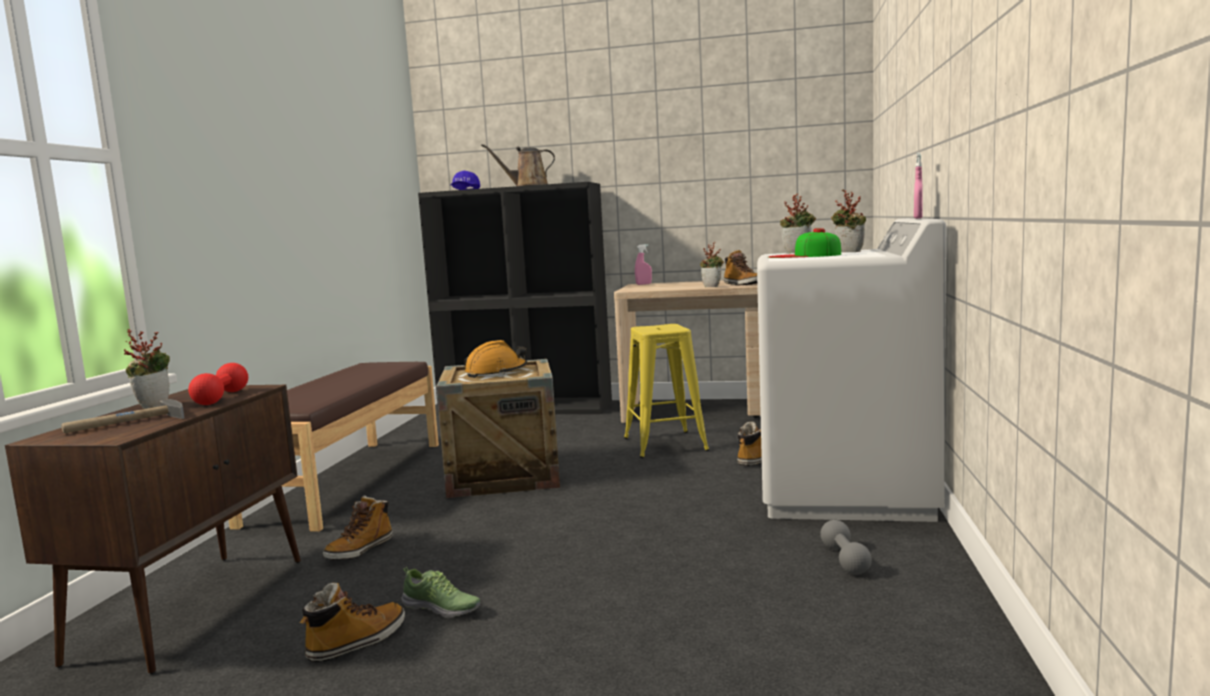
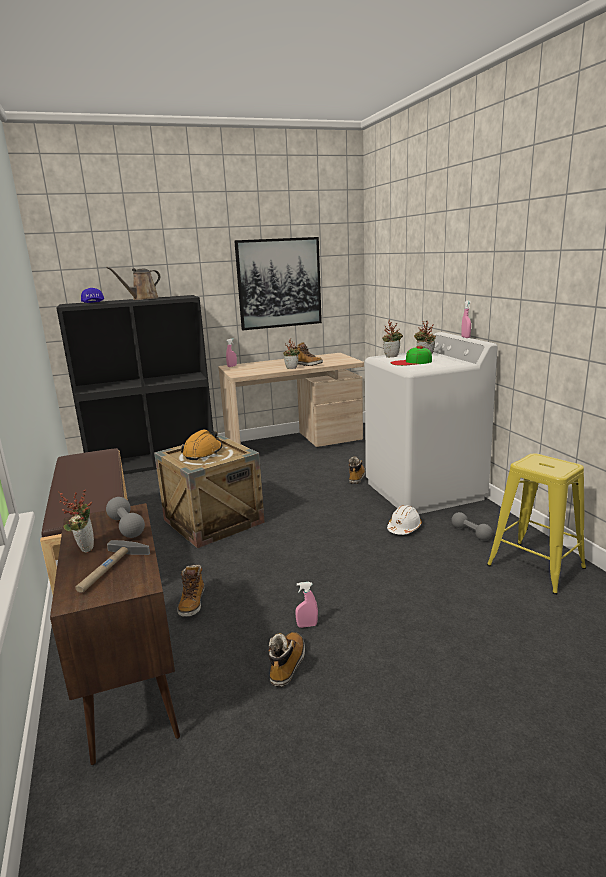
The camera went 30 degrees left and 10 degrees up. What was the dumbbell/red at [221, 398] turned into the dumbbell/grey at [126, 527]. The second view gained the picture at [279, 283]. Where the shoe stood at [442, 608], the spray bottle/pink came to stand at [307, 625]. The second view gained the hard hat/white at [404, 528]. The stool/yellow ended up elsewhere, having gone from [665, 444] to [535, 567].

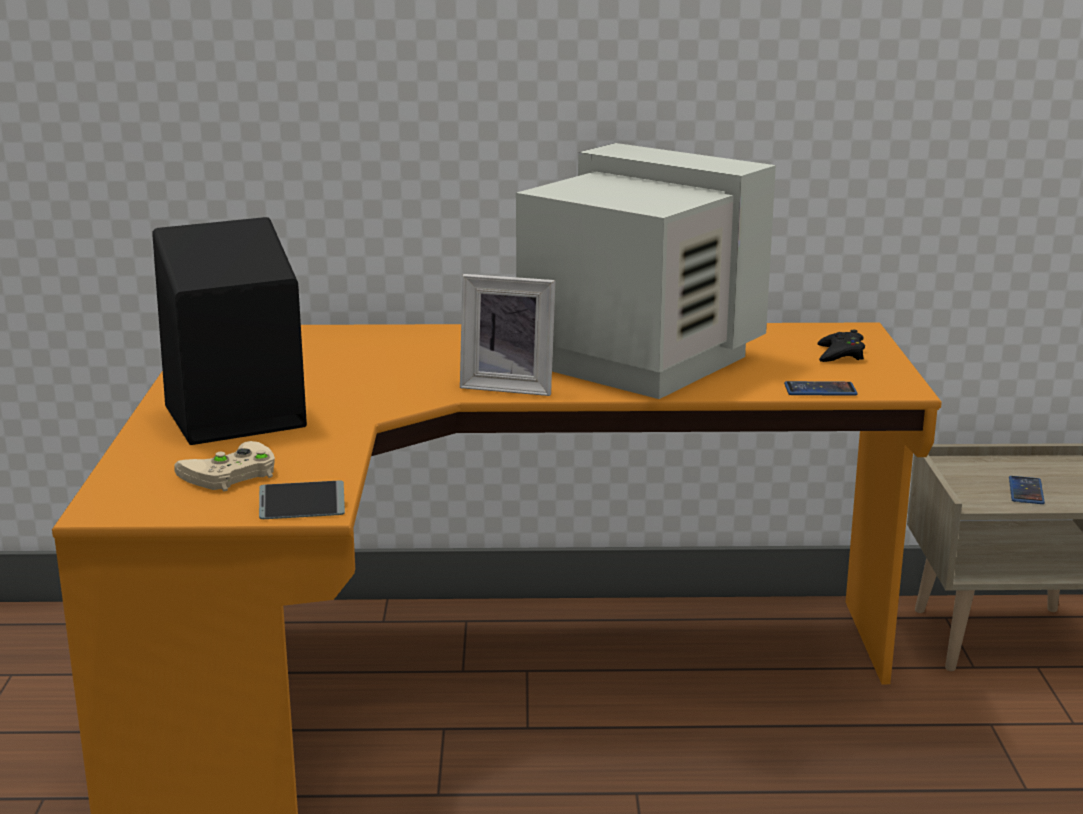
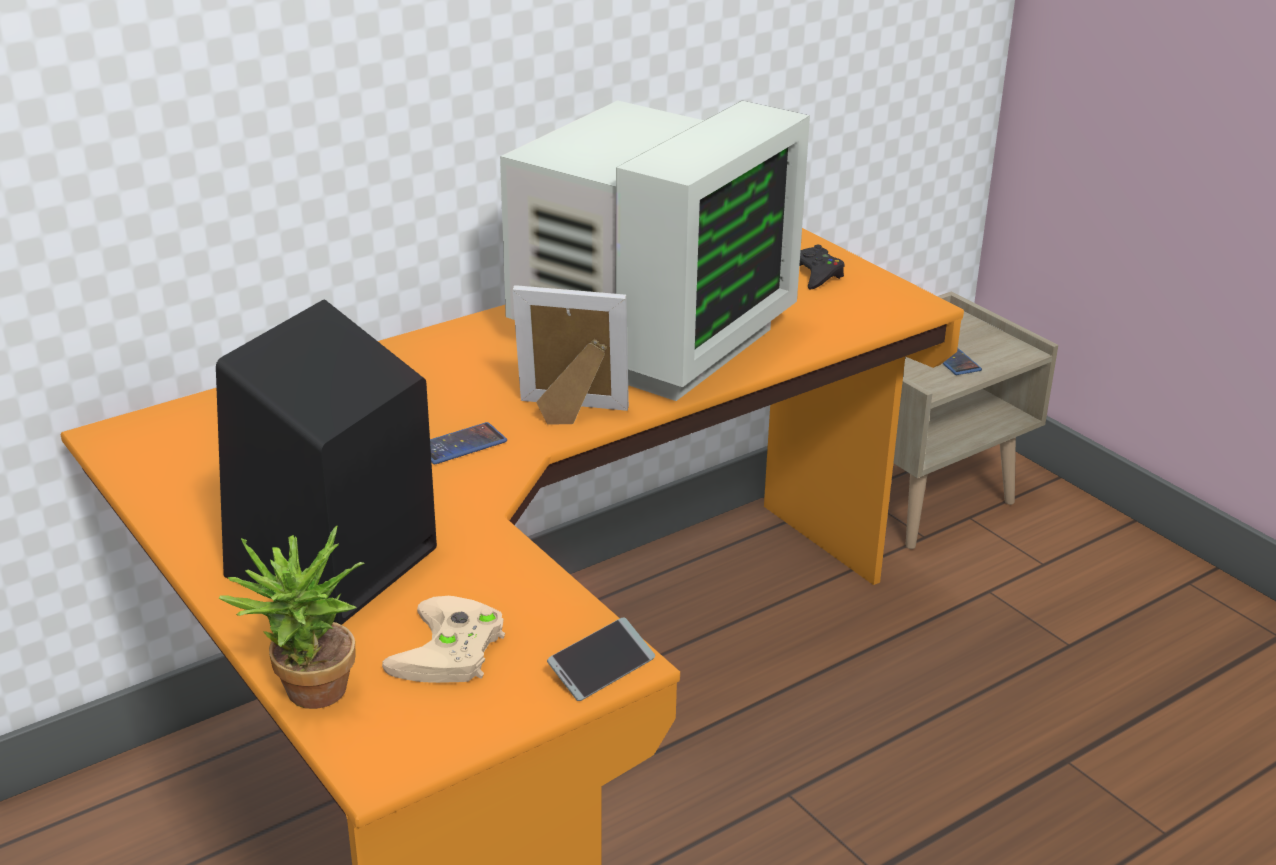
The camera went 35 degrees left and 10 degrees up. The second view gained the potted plant at [307, 696]. The phone ended up elsewhere, having gone from [820, 390] to [461, 444]. The monitor at [636, 361] ended up facing another way, 120 degrees clockwise from before. The picture frame at [509, 386] ended up facing another way, 150 degrees counterclockwise from before.

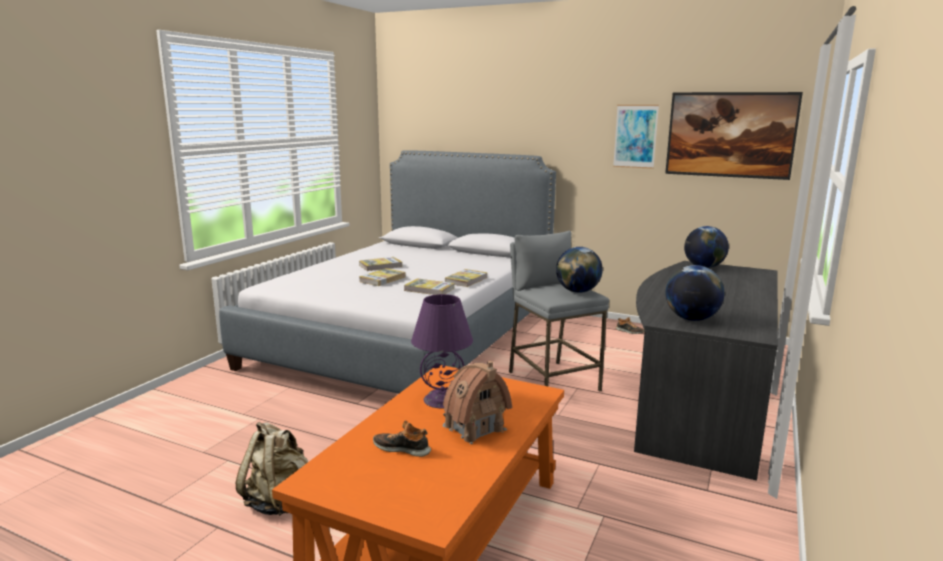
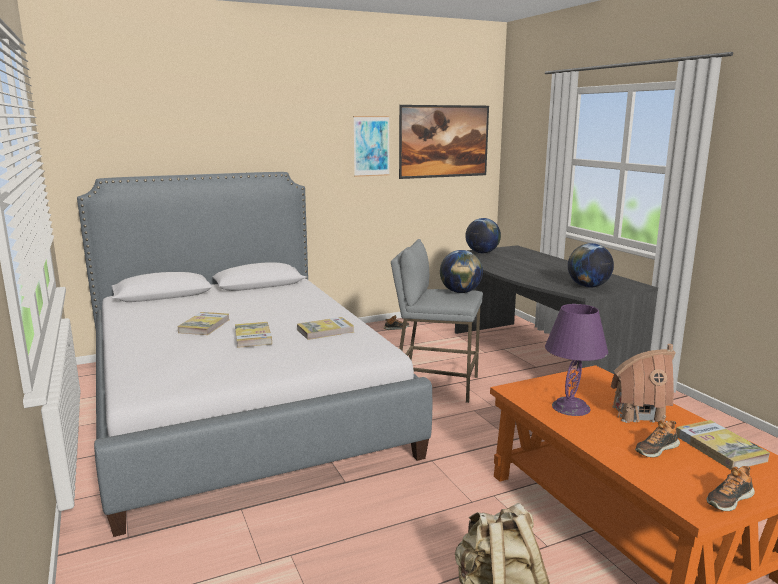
The camera went 50 degrees left and 0 degrees up. The book ended up elsewhere, having gone from [466, 280] to [719, 448]. The second view gained the shoe at [728, 499].

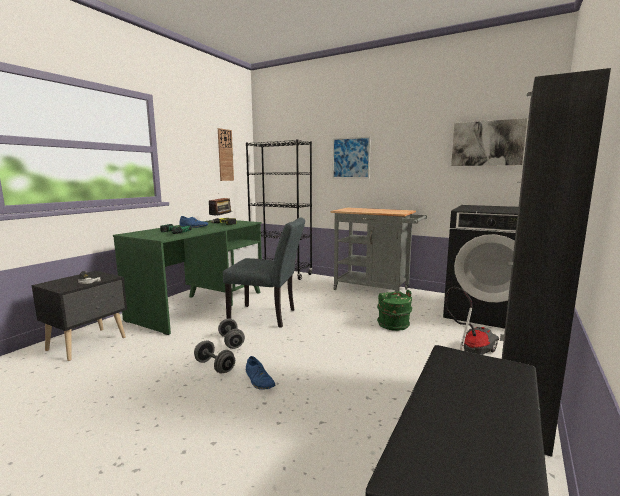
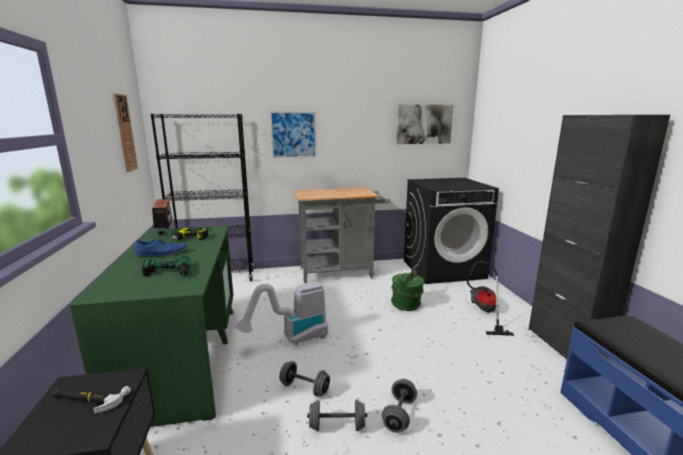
The camera went 40 degrees left and 5 degrees up. Where the chair/grey stood at [268, 316], the vacuum cleaner came to stand at [291, 339]. Where the shoe/blue stood at [259, 380], the dumbbell/grey came to stand at [399, 415].

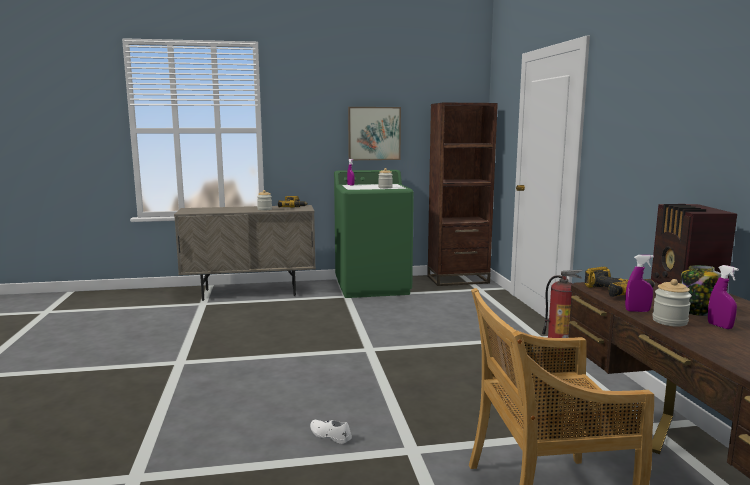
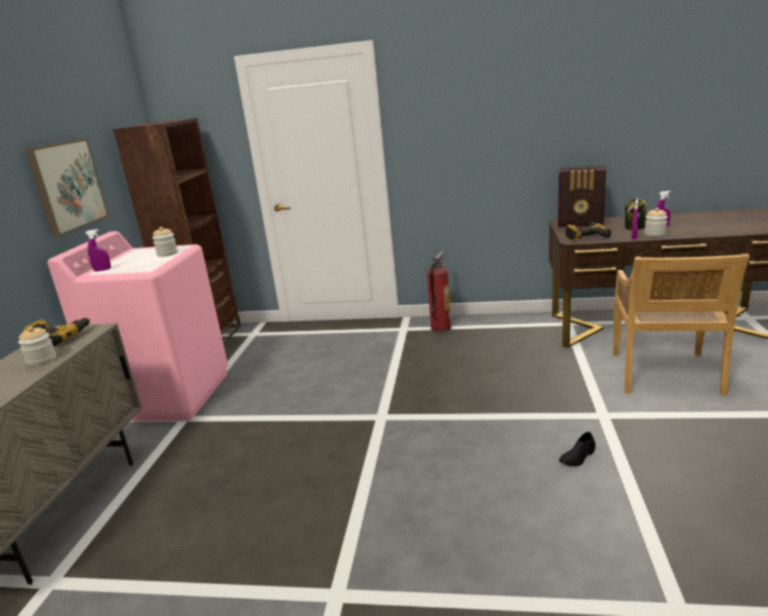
The camera went 70 degrees left and 10 degrees up. What was the washing machine/green at [373, 287] turned into the washing machine/pink at [168, 395]. What was the shoe/white at [330, 435] turned into the shoe/black at [577, 456].

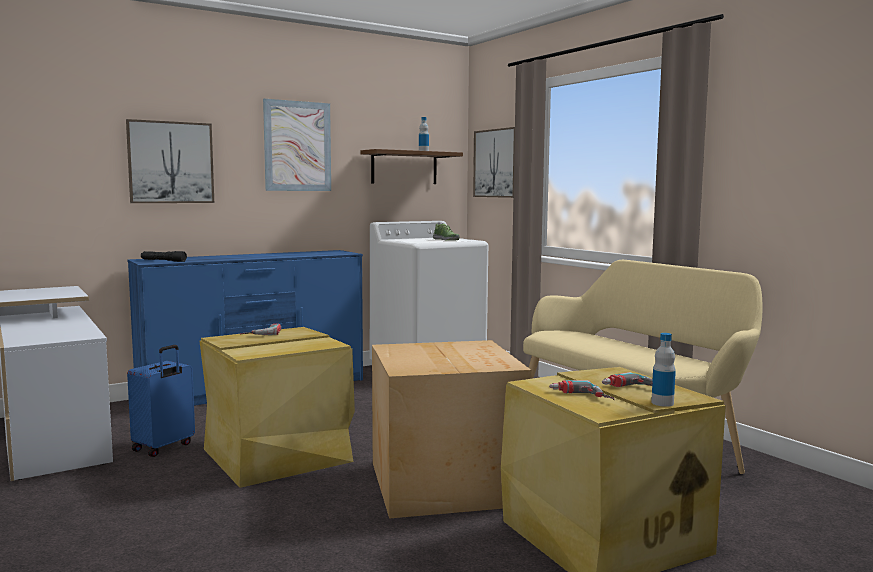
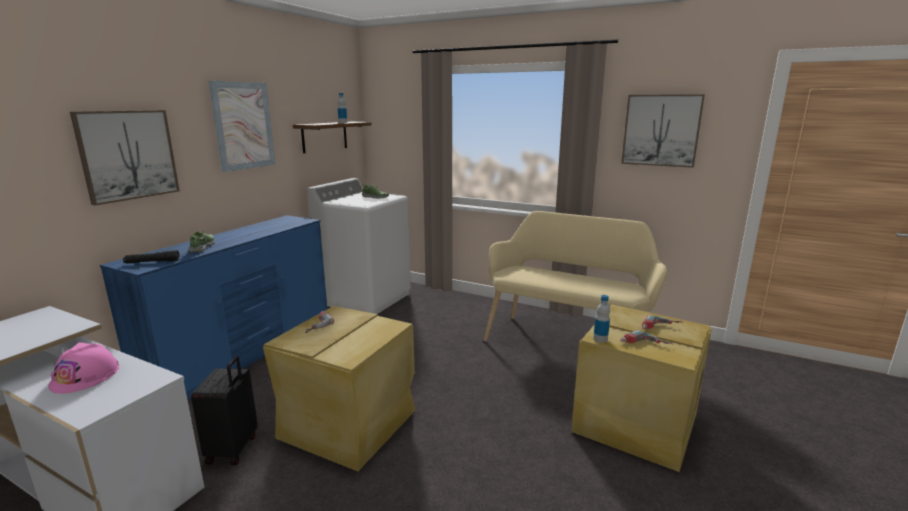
The camera went 30 degrees left and 10 degrees up. The second view gained the hard hat/pink at [85, 376]. The second view gained the shoe at [203, 247]. What was the suitcase/blue at [164, 447] turned into the suitcase/black at [233, 449]. The bottle ended up elsewhere, having gone from [662, 403] to [600, 339]. The picture ended up elsewhere, having gone from [497, 163] to [661, 130]. The second view lost the cardboard box at [446, 482].

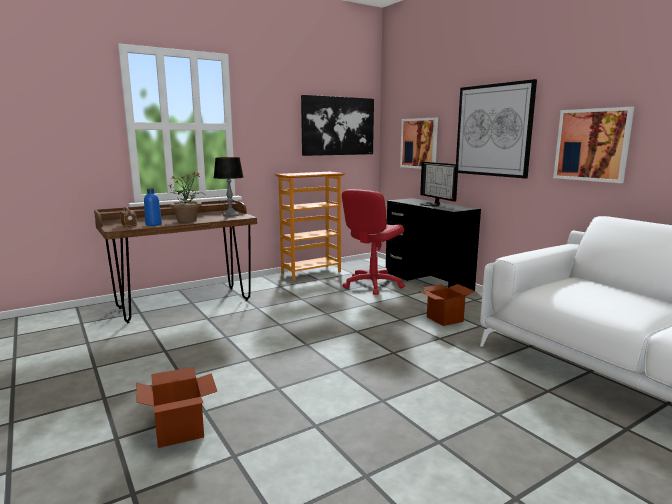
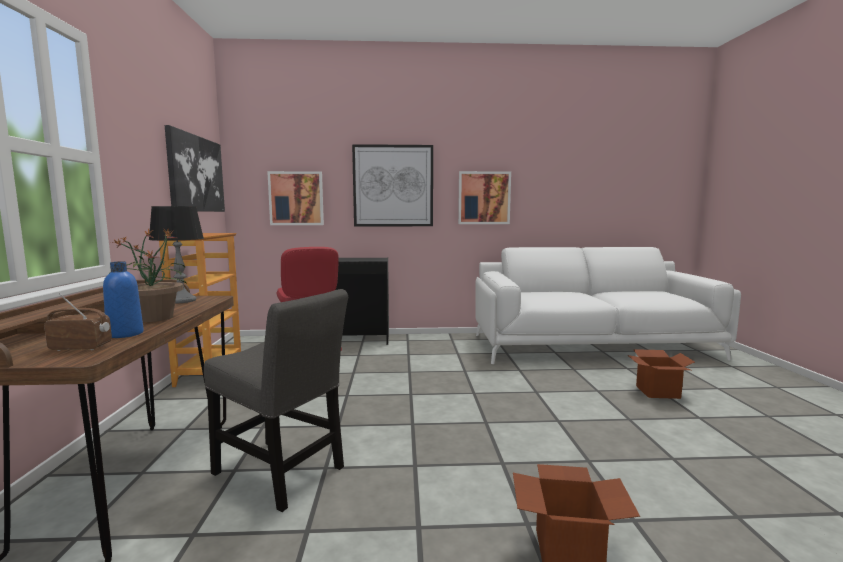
The camera went 60 degrees left and 5 degrees down. The second view gained the chair/grey at [282, 473]. The cardboard box ended up elsewhere, having gone from [445, 319] to [657, 392]. The second view lost the monitor at [432, 204].

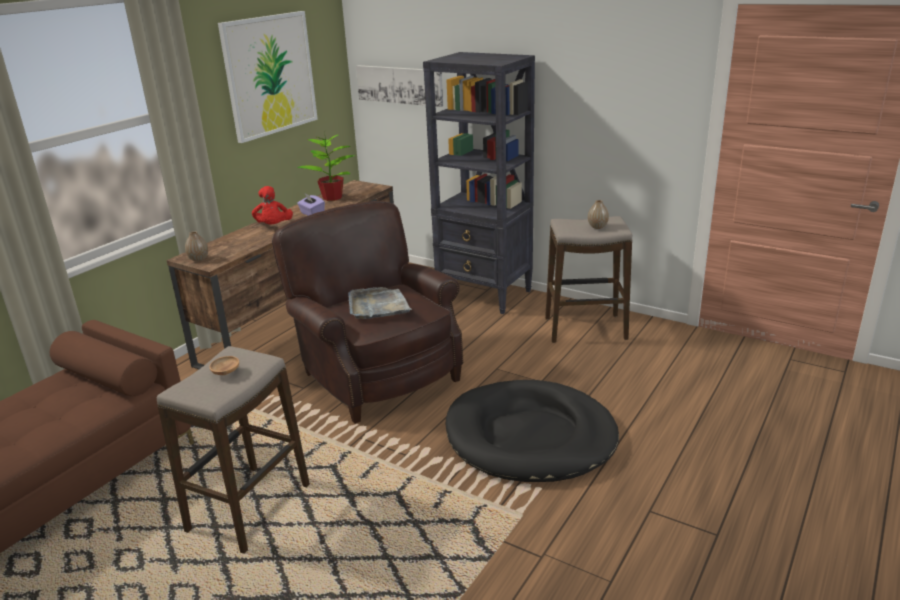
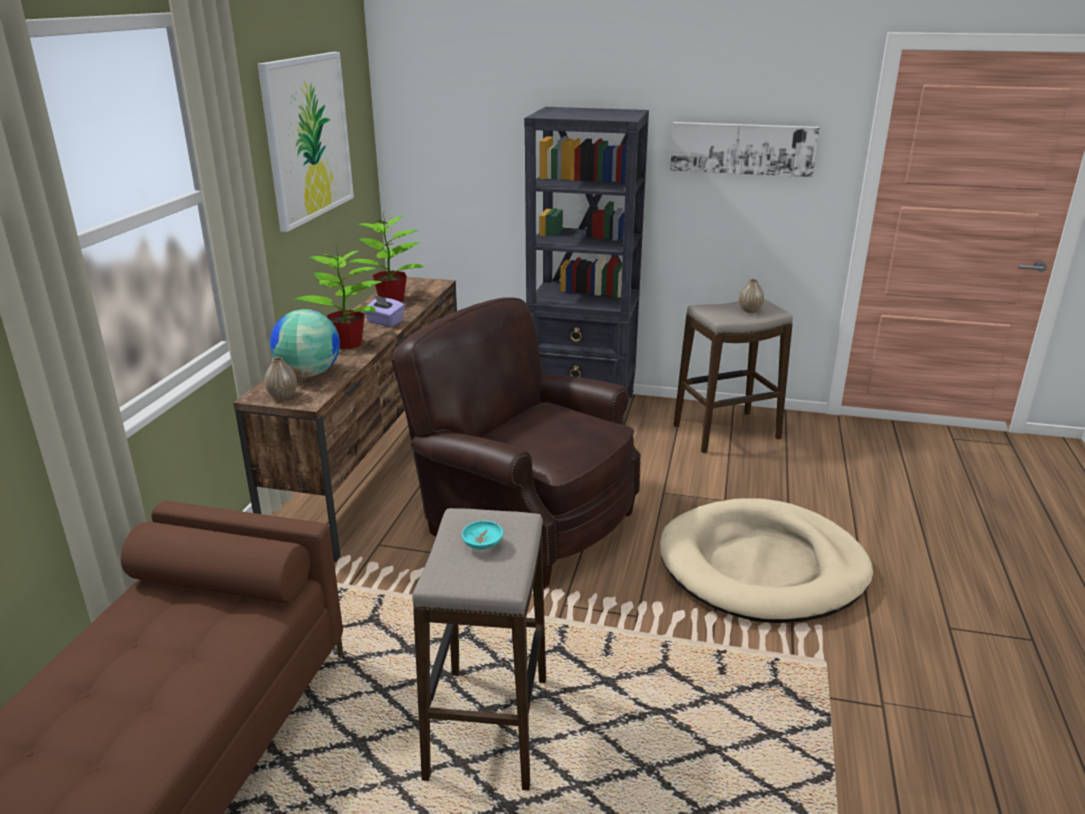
The camera went 20 degrees left and 0 degrees up. The second view gained the globe at [308, 373]. Where the plush toy/red stood at [274, 227], the potted plant came to stand at [348, 343]. What was the bowl/brown at [226, 372] turned into the bowl/turquoise at [482, 544]. What was the dog bed/black at [530, 436] turned into the dog bed/beige at [762, 567]. The picture ended up elsewhere, having gone from [400, 85] to [742, 148]. The second view lost the tray/grey at [378, 306].

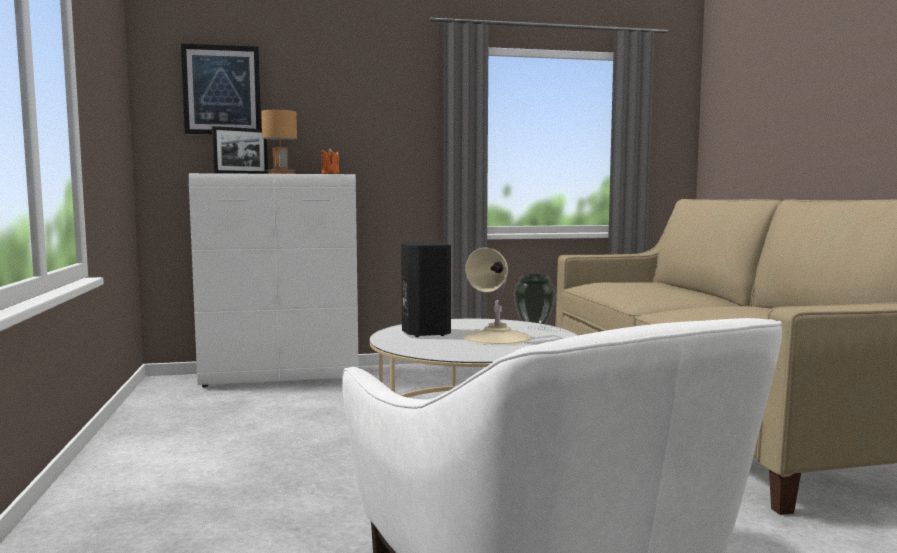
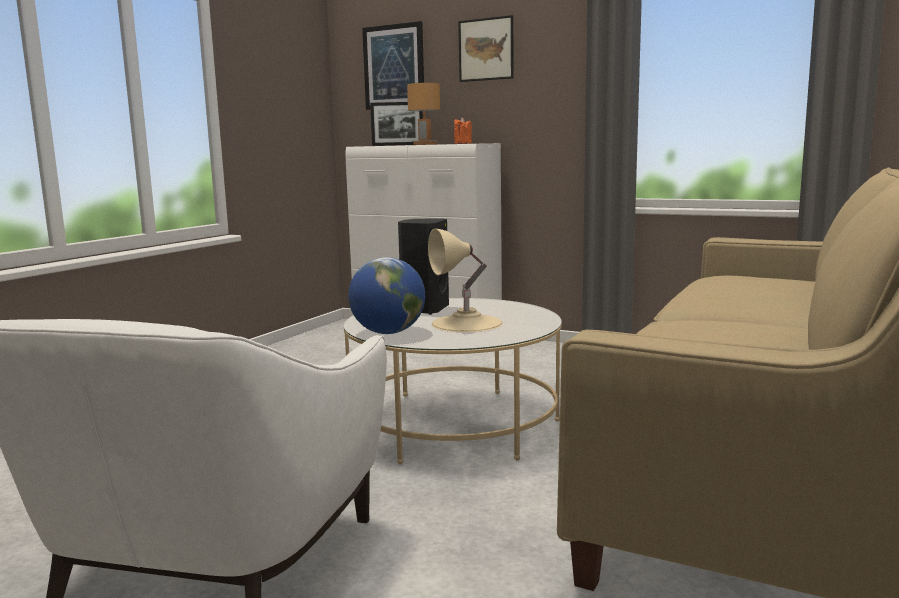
The camera went 40 degrees right and 5 degrees up. The second view gained the globe at [388, 332]. The second view gained the picture at [486, 49]. The second view lost the vase at [534, 327].

